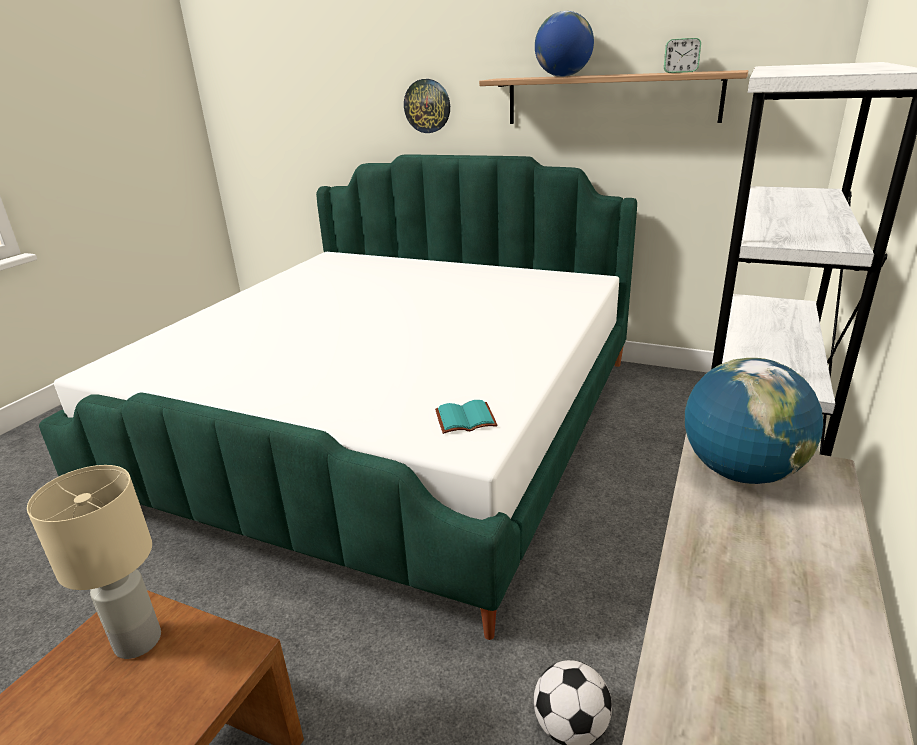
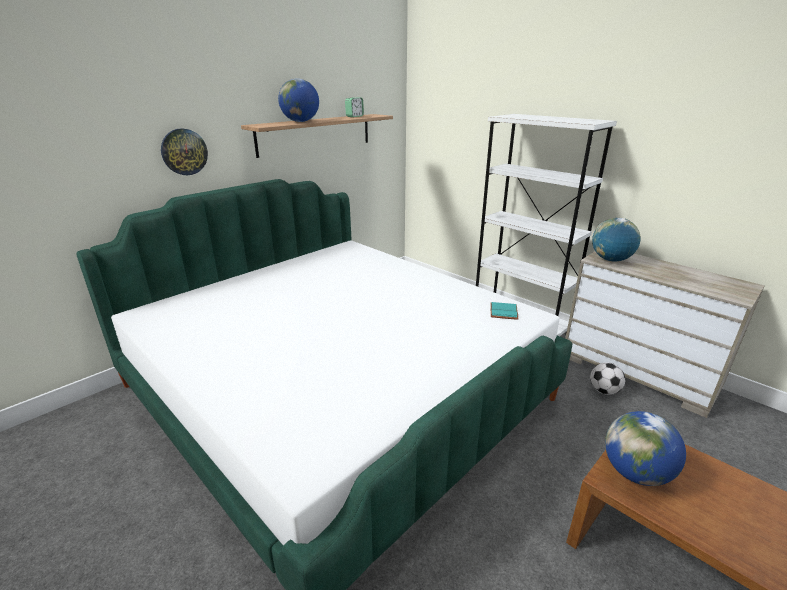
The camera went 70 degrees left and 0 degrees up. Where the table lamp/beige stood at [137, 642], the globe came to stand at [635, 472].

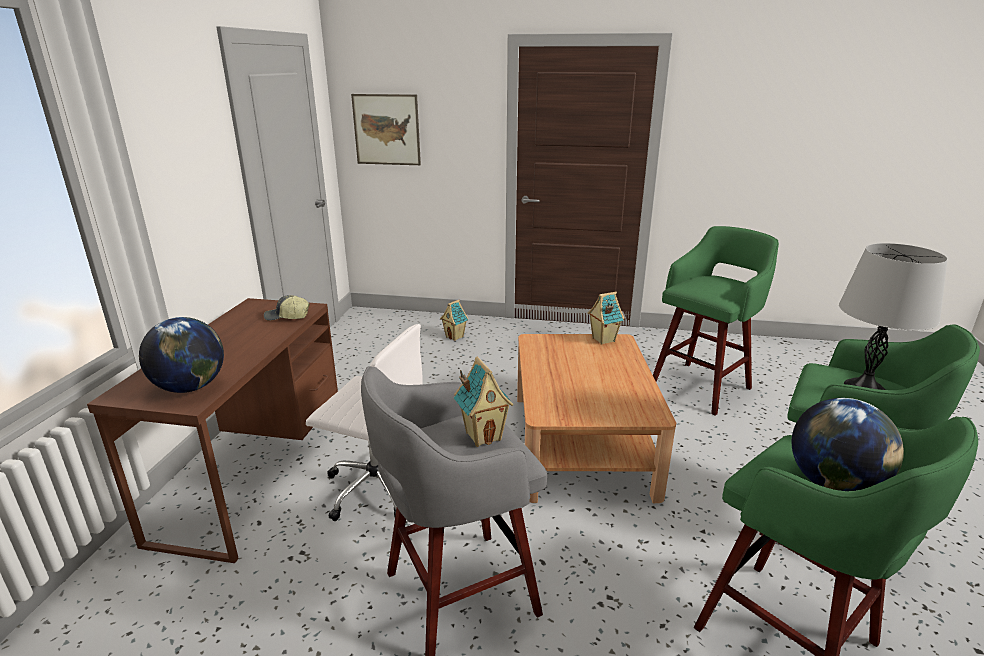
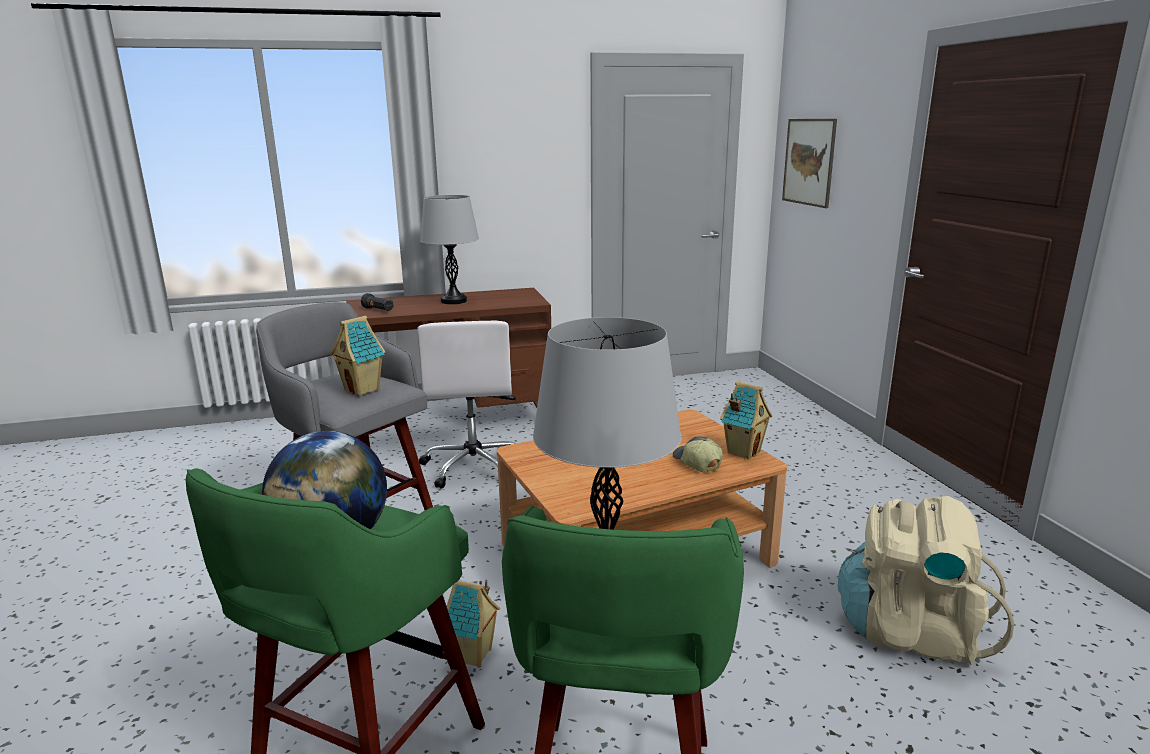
The camera went 65 degrees right and 5 degrees down. Where the globe stood at [190, 387], the flashlight/black came to stand at [378, 310]. The second view gained the table lamp/grey at [454, 301]. The toy house ended up elsewhere, having gone from [455, 337] to [473, 656]. The cap ended up elsewhere, having gone from [287, 317] to [696, 463]. Where the stool/green stood at [702, 386], the backpack/beige came to stand at [910, 631].

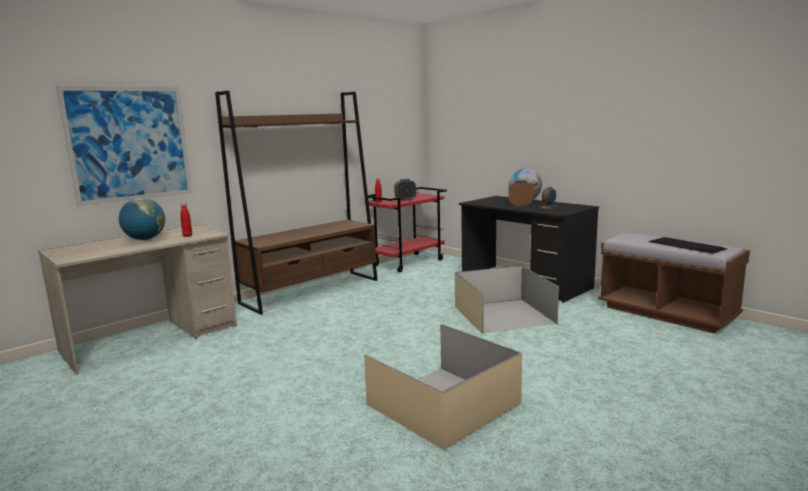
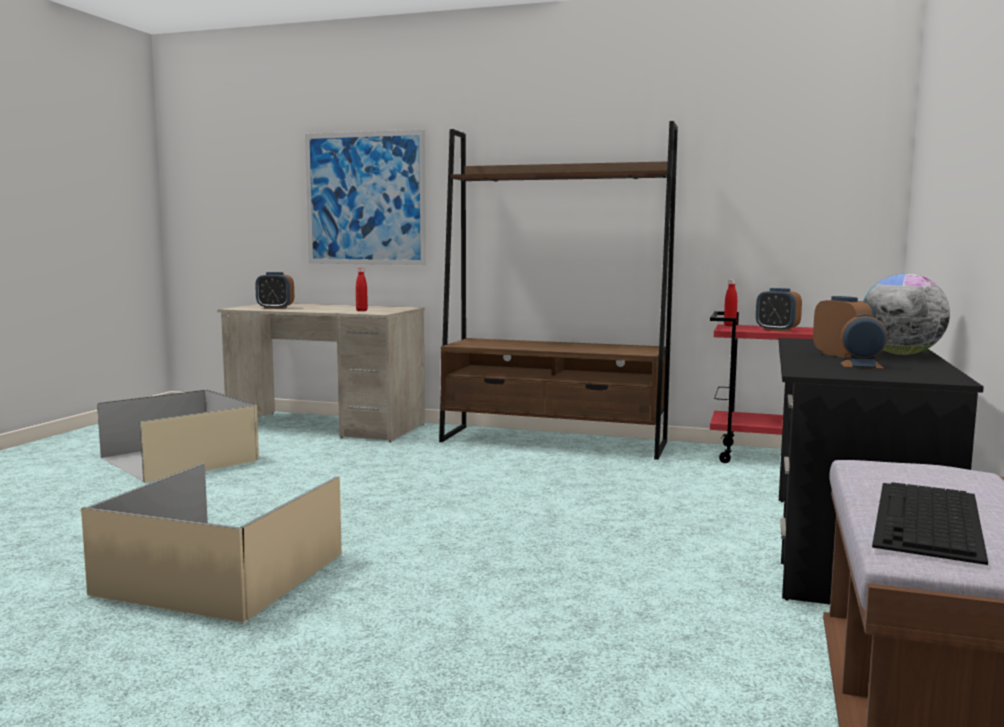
The camera went 60 degrees right and 5 degrees down. The storage box/beige ended up elsewhere, having gone from [502, 315] to [178, 459]. The second view gained the alarm clock at [275, 308]. The second view lost the globe at [145, 239].

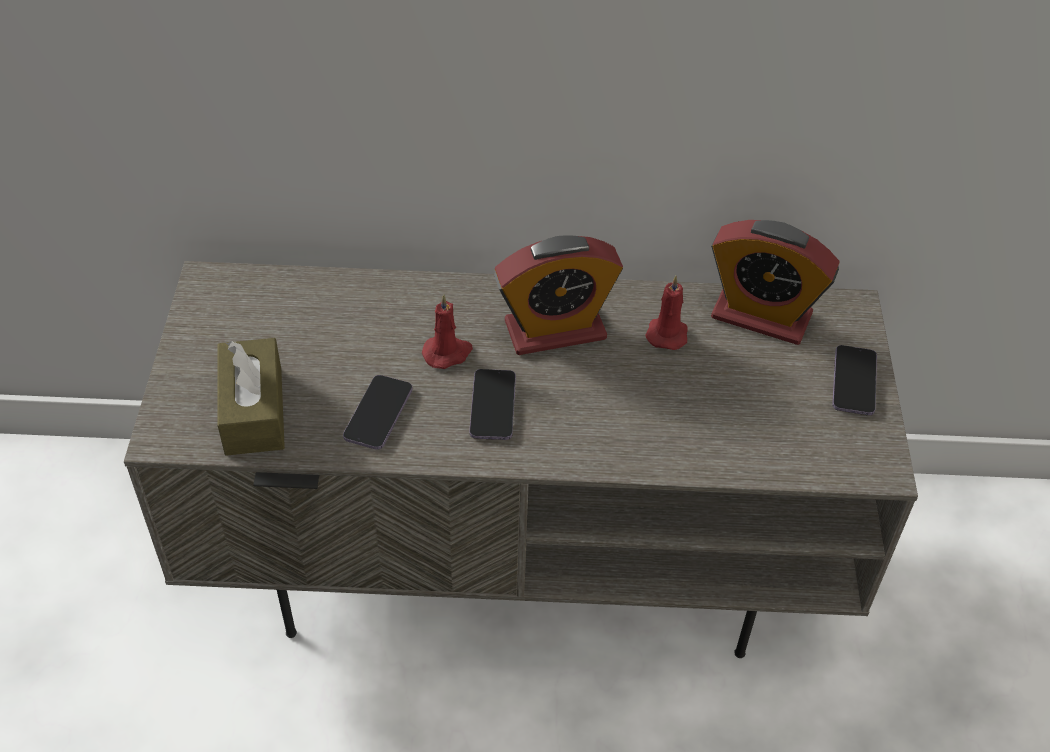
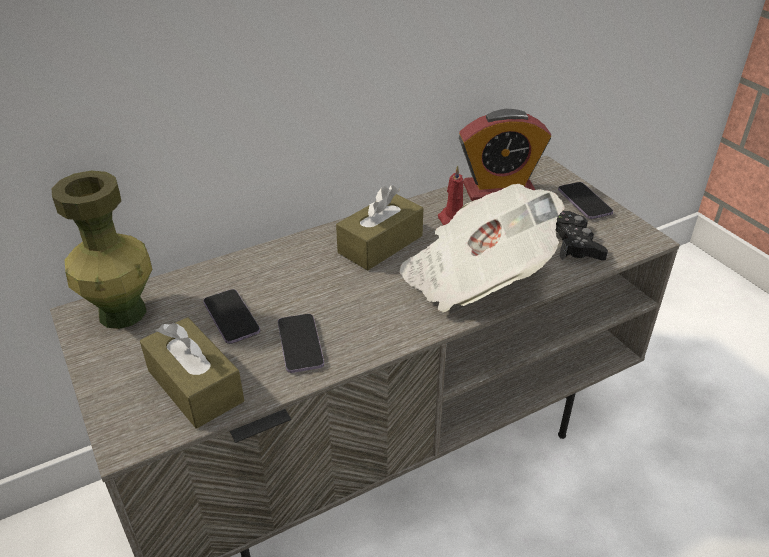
The camera went 30 degrees left and 10 degrees down. The second view gained the vase/green at [121, 313]. The phone ended up elsewhere, having gone from [493, 406] to [231, 318]. Where the alarm clock stood at [555, 330], the tissue box/brown came to stand at [380, 244]. The second view gained the newspaper at [475, 277]. The second view gained the game controller/black at [574, 244]. The second view lost the candle/red at [448, 353].

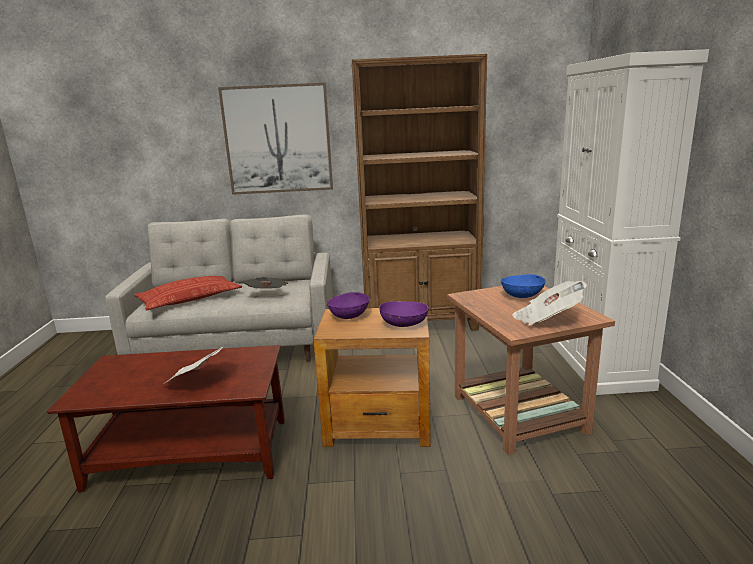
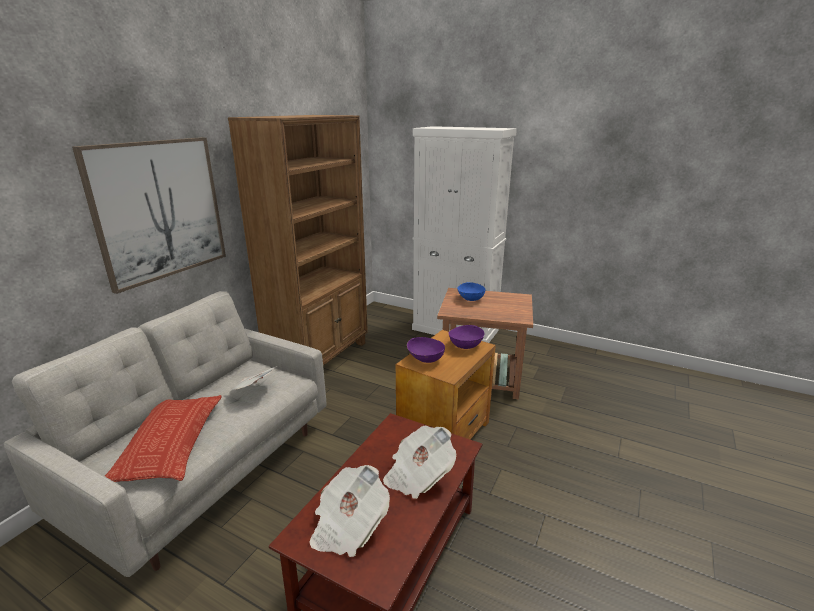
The camera went 60 degrees left and 5 degrees up. The newspaper ended up elsewhere, having gone from [547, 319] to [348, 526].

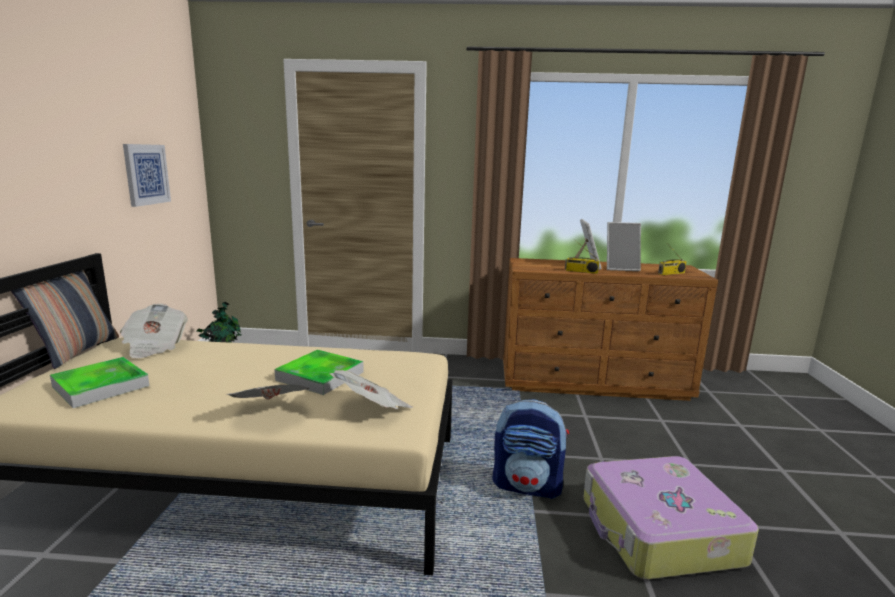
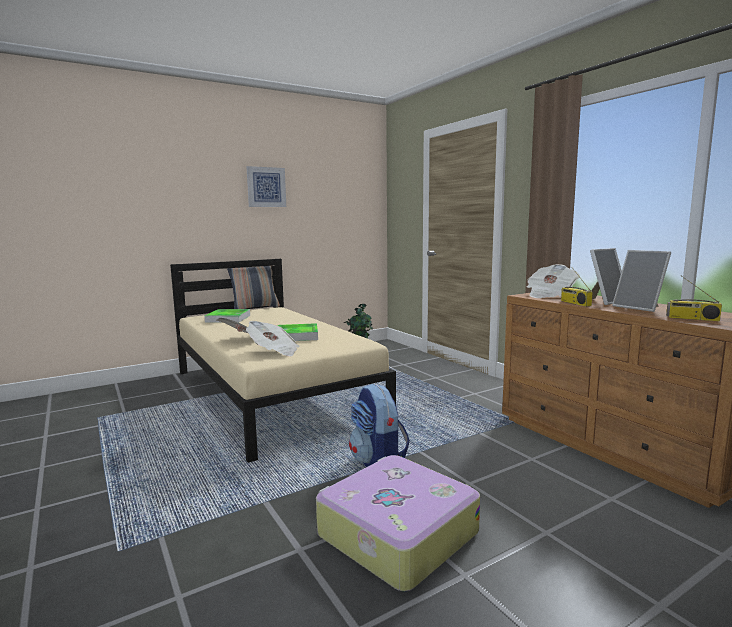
The camera went 55 degrees right and 5 degrees down. The picture ended up elsewhere, having gone from [146, 174] to [266, 187]. The newspaper ended up elsewhere, having gone from [154, 346] to [549, 295].

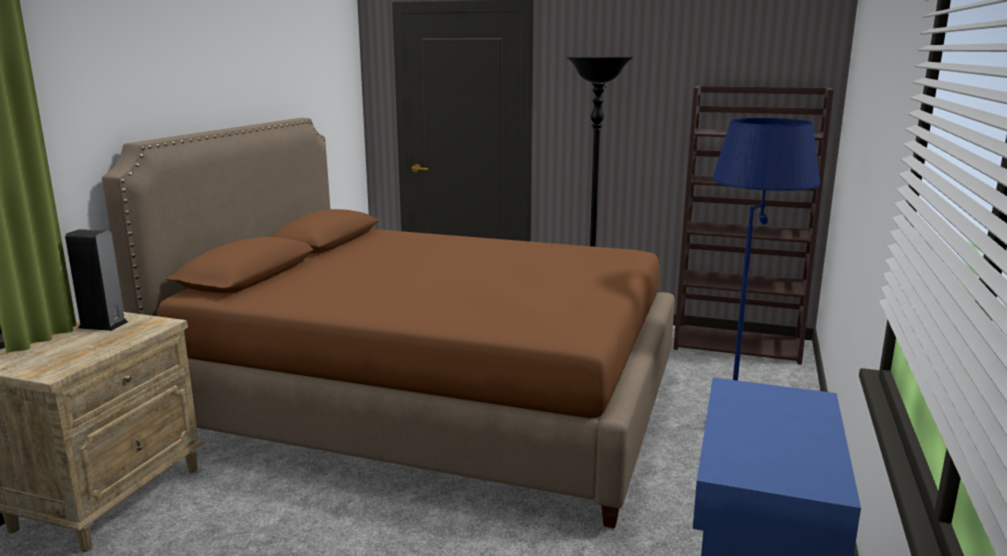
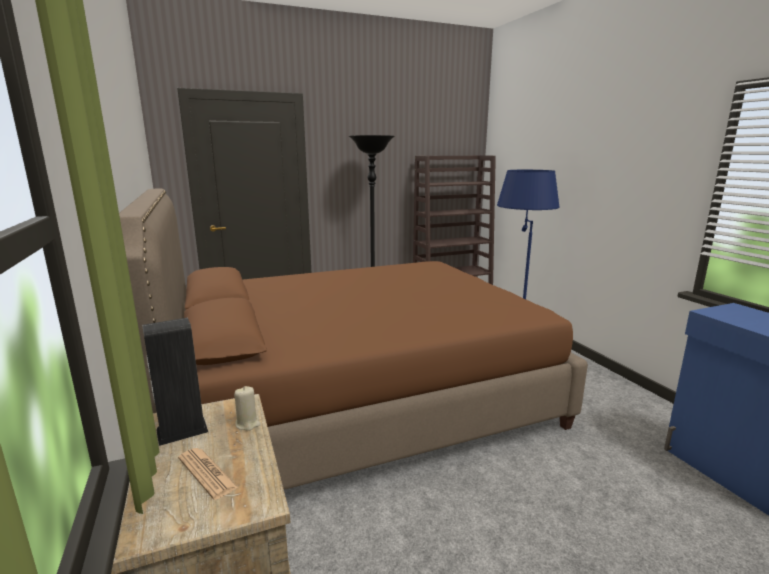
The camera went 40 degrees left and 0 degrees up. The second view gained the newspaper at [207, 473]. The second view gained the candle/beige at [248, 424].

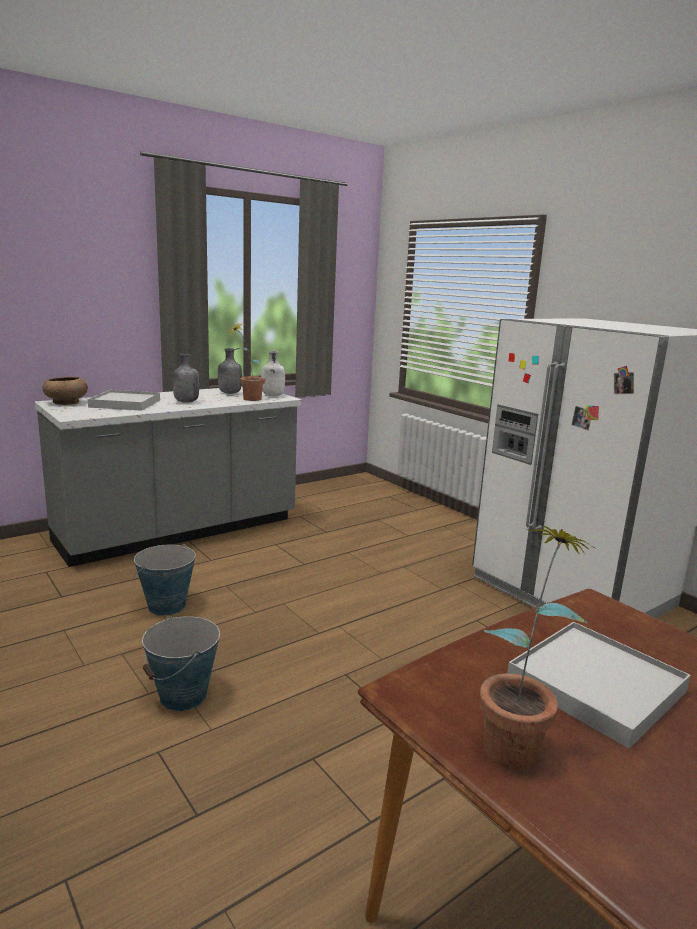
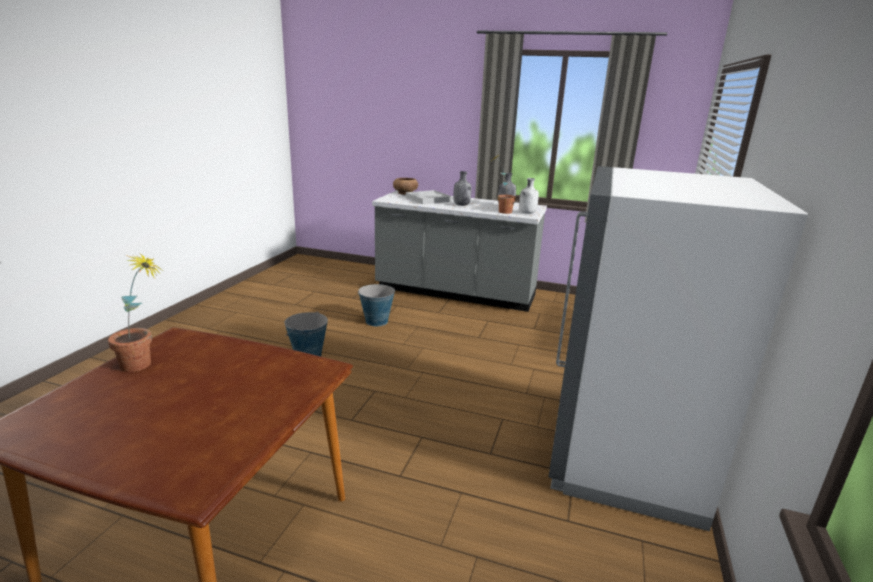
The camera went 55 degrees right and 5 degrees up. The second view lost the tray/white at [596, 685].

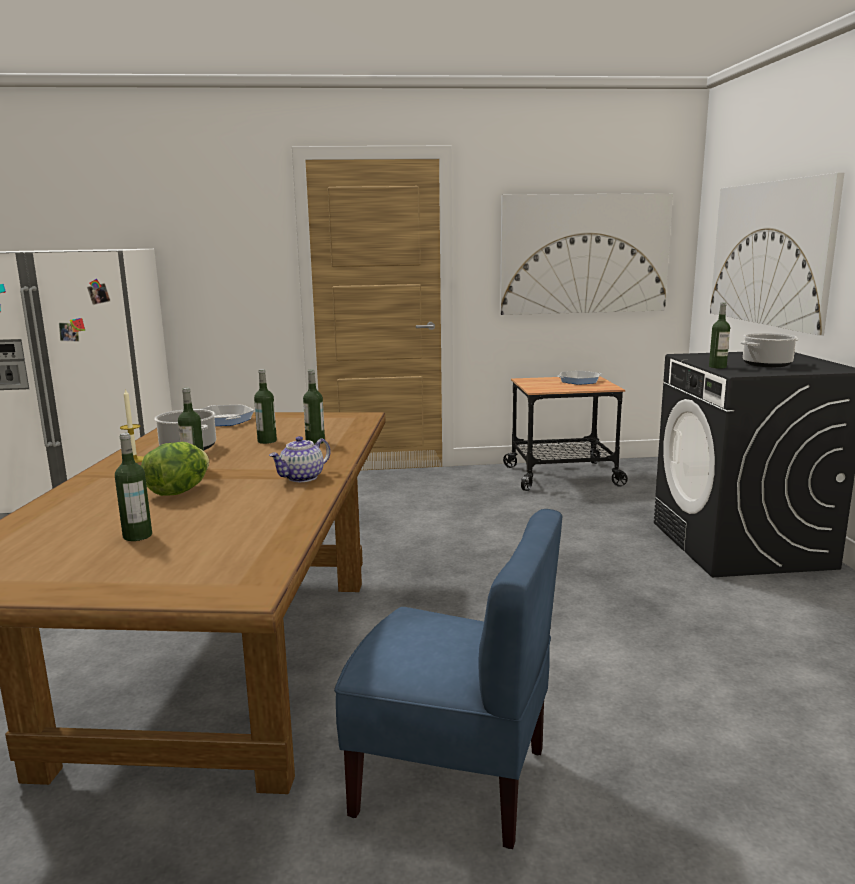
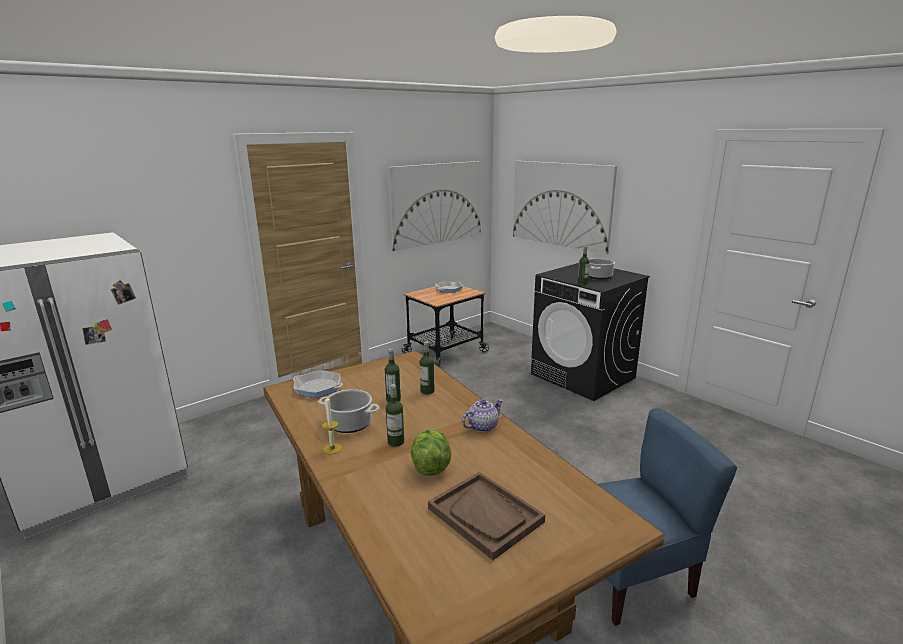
The camera went 35 degrees left and 5 degrees up. Where the bottle stood at [137, 536], the tray/brown came to stand at [485, 515]. The teapot at [302, 478] ended up facing another way, 135 degrees counterclockwise from before.

